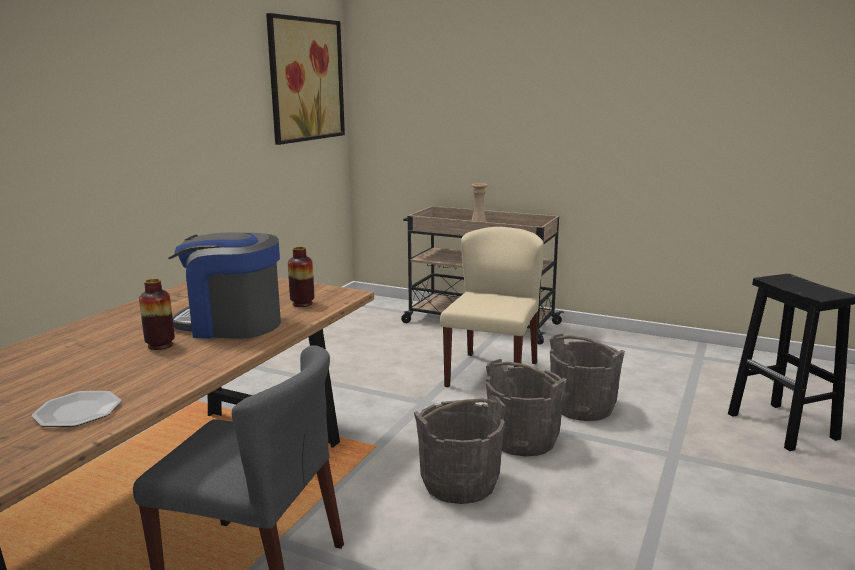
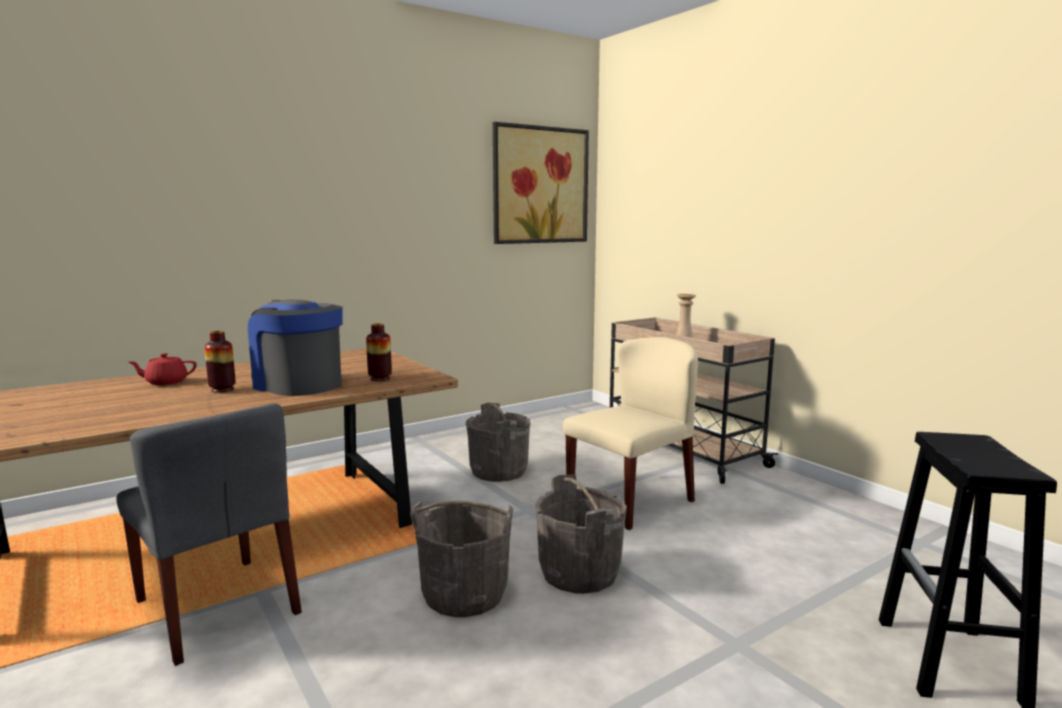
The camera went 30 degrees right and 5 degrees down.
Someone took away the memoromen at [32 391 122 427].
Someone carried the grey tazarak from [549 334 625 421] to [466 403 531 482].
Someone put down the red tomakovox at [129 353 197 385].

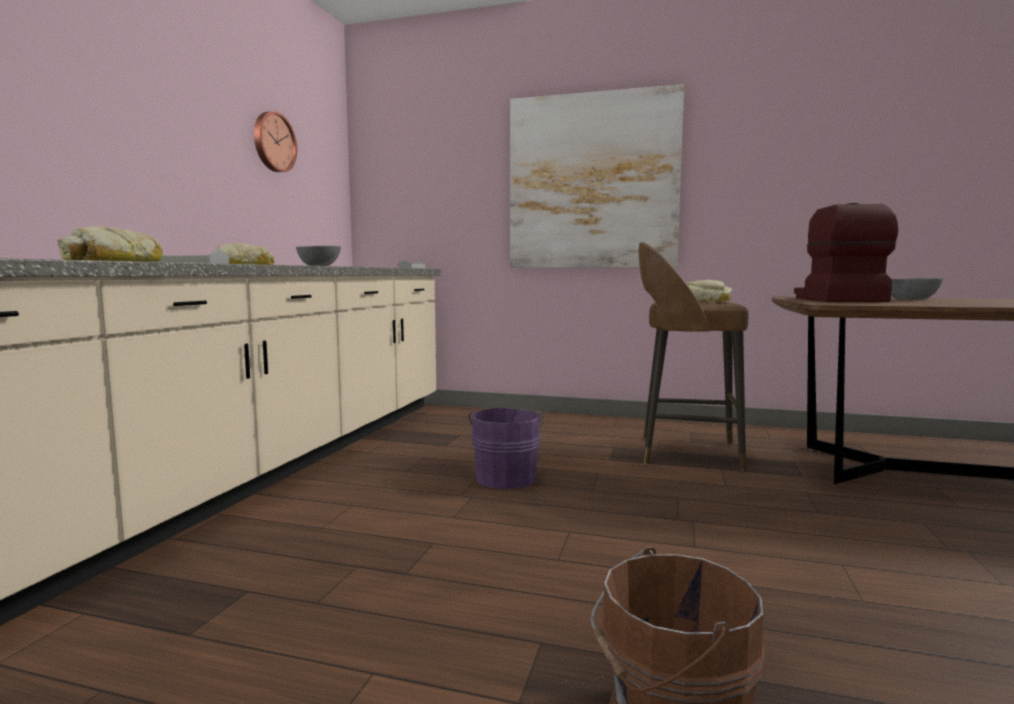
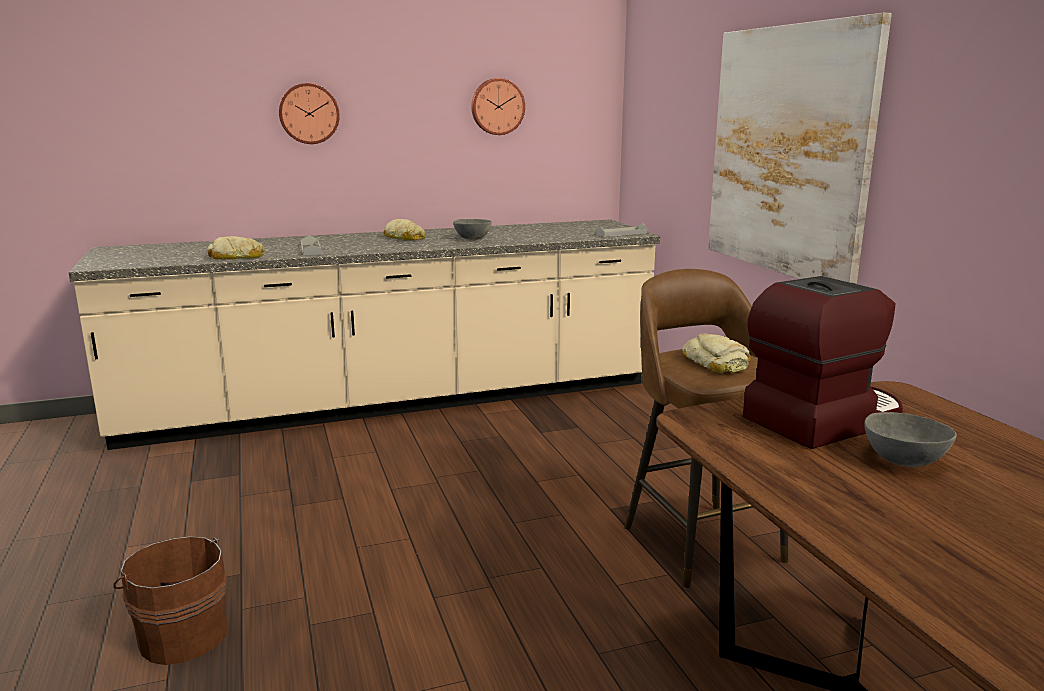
The camera went 55 degrees right and 10 degrees up.
Someone took away the purple tazarak at [469 408 544 489].
Someone put up the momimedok at [279 83 340 144].

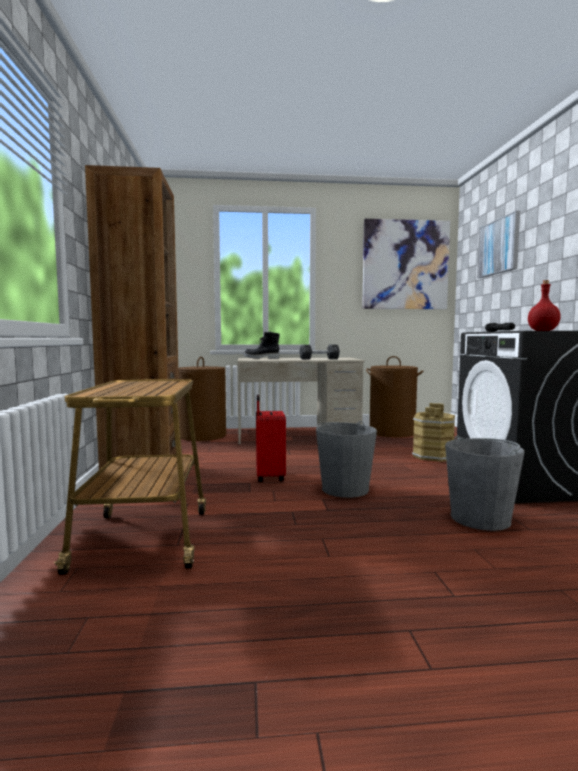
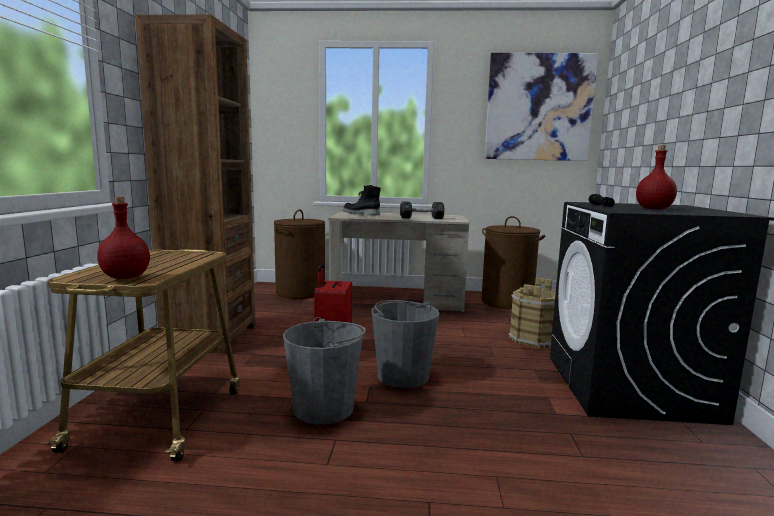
The camera went 10 degrees right and 5 degrees up.
Someone carried the grey tazarak from [445 435 524 531] to [283 317 366 425].
Someone took away the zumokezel at [477 211 520 278].
Someone put down the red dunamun at [97 197 150 279].

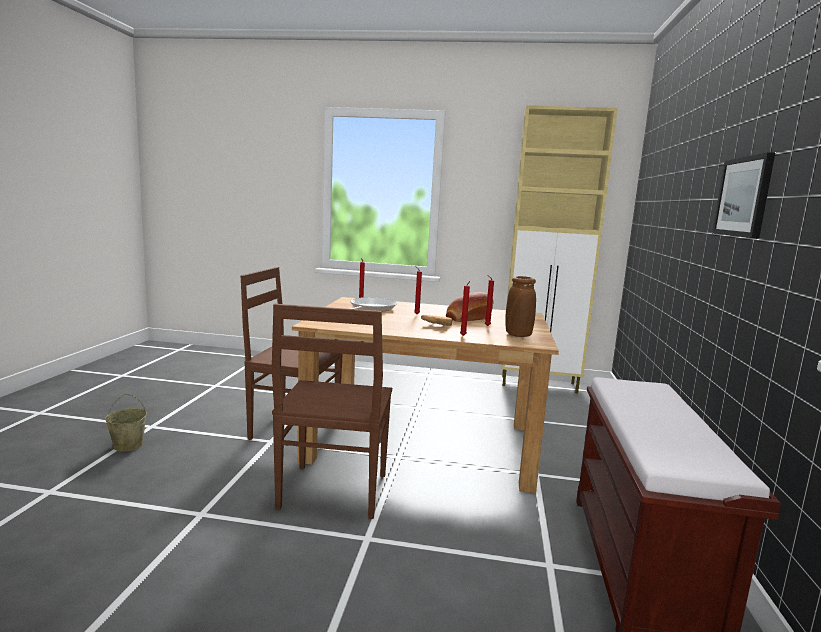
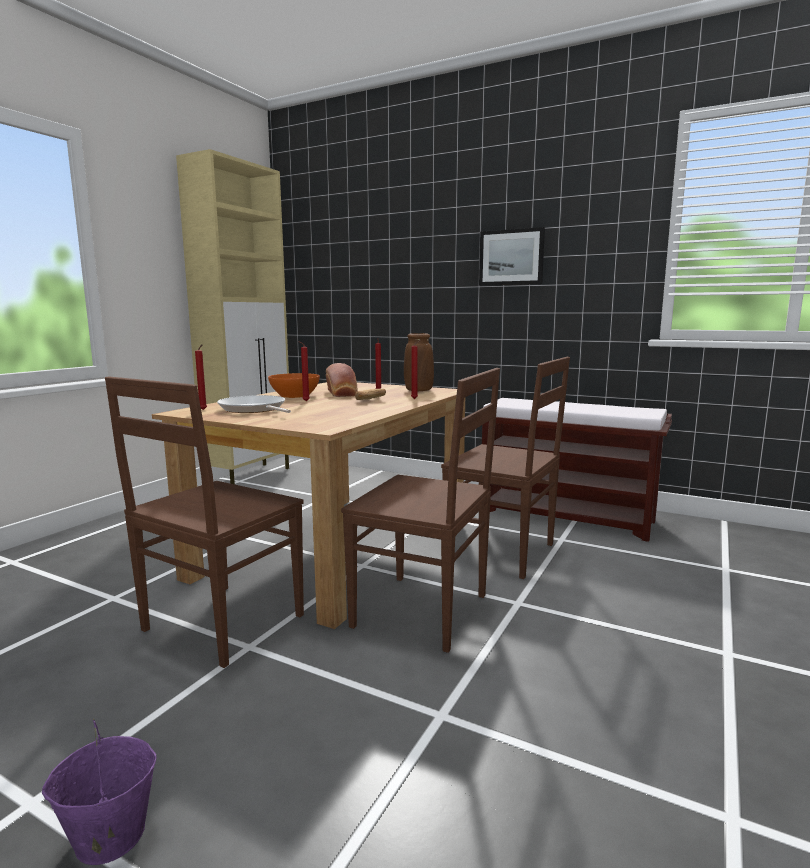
The camera went 70 degrees left and 0 degrees up.
Someone repainted the beige tazarak at [105 394 147 452], which became the purple tazarak at [42 719 157 865].
Someone put down the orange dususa at [268 373 320 398].
Someone put down the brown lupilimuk at [441 357 570 579].

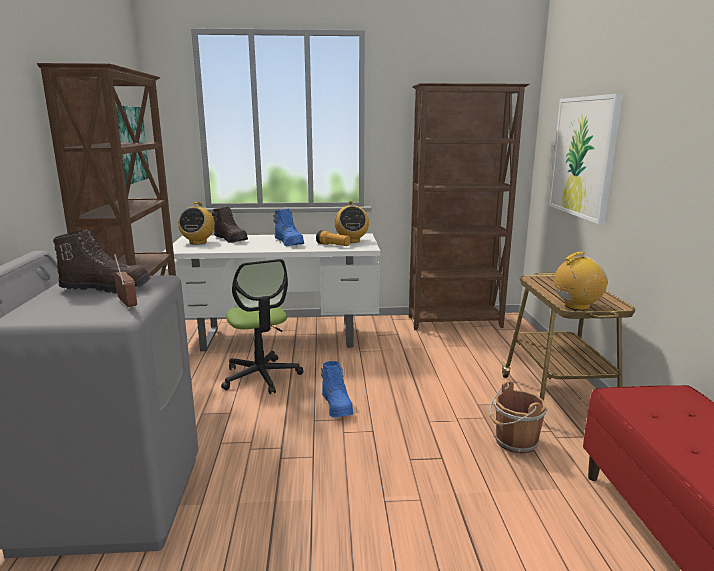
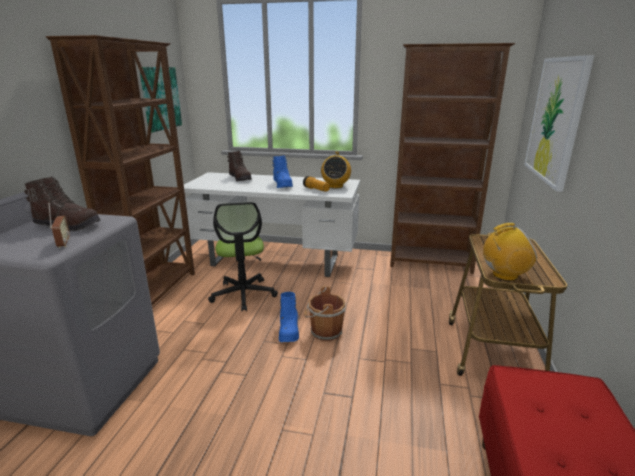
The camera went 15 degrees right and 5 degrees up.
Someone took away the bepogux at [178 202 215 245].
Someone carried the brown tazarak from [490 380 548 454] to [304 286 346 341].

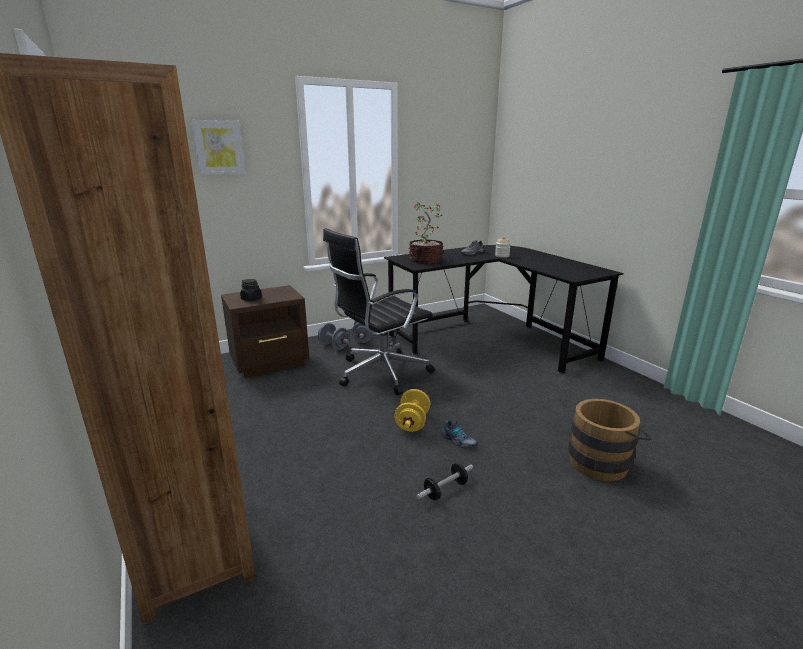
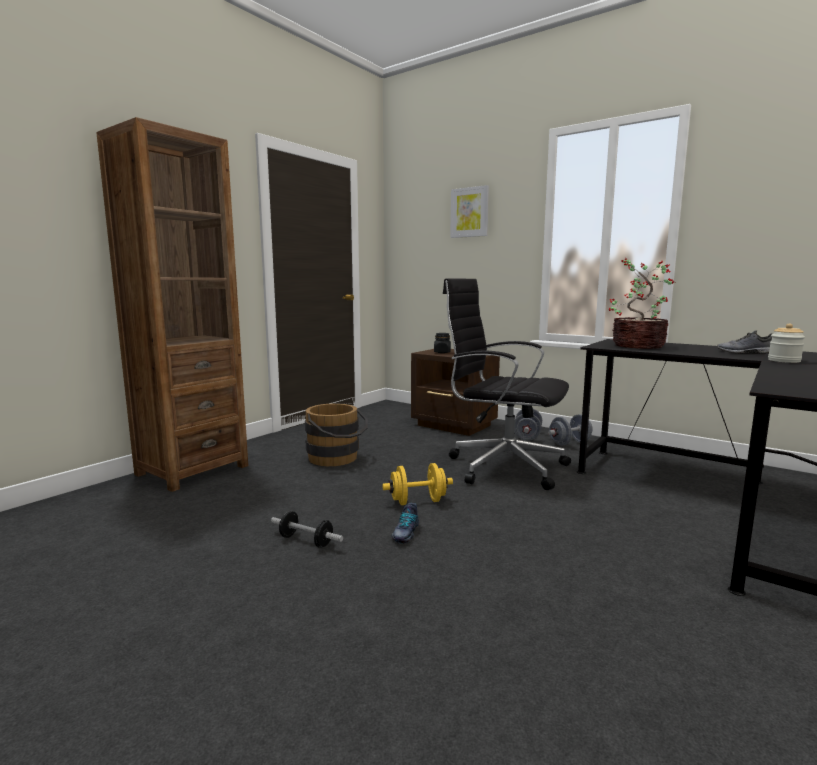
The camera went 65 degrees right and 10 degrees down.
Someone carried the brown tazarak from [568 399 651 481] to [305 403 368 466].

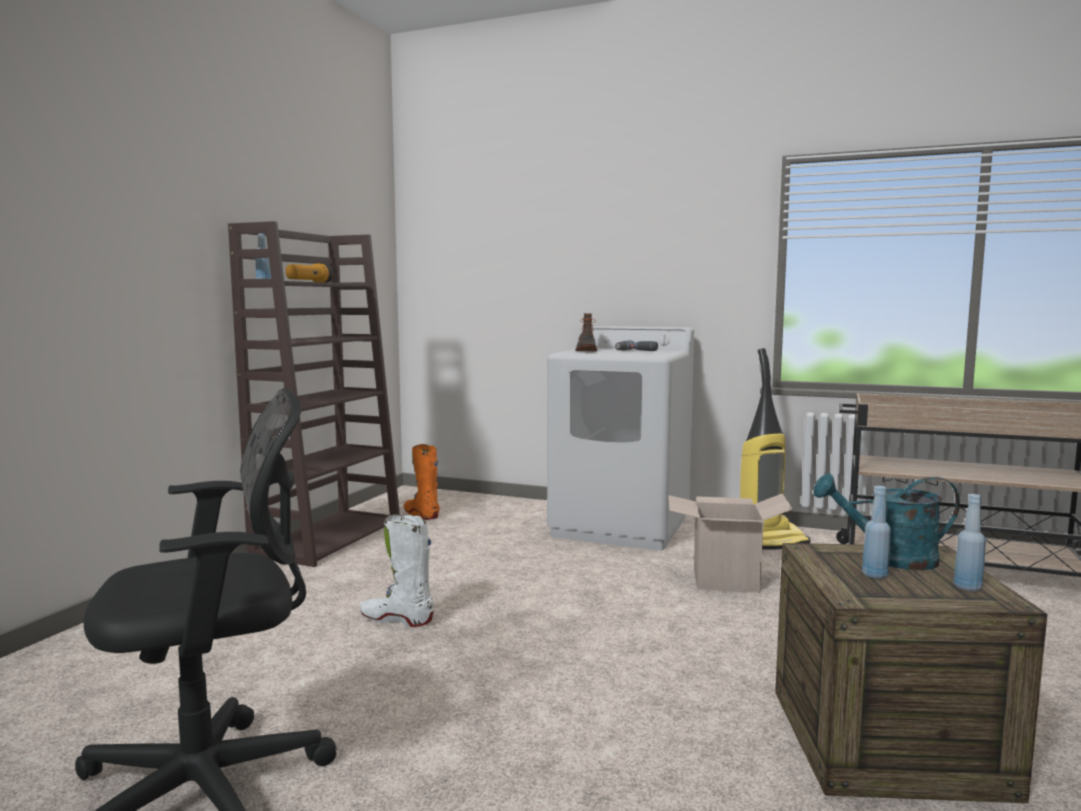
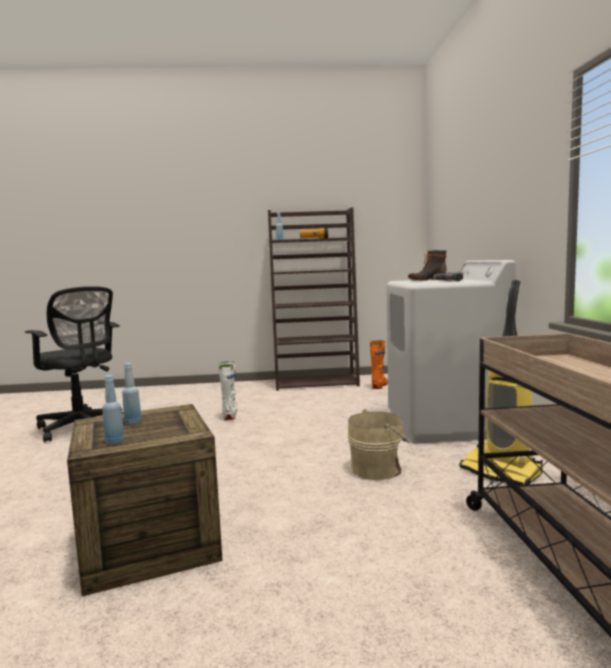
The camera went 65 degrees right and 0 degrees up.
Someone swapped the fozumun at [668 493 793 593] for the beige tazarak at [347 409 409 480].
Someone took away the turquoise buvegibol at [814 473 960 570].

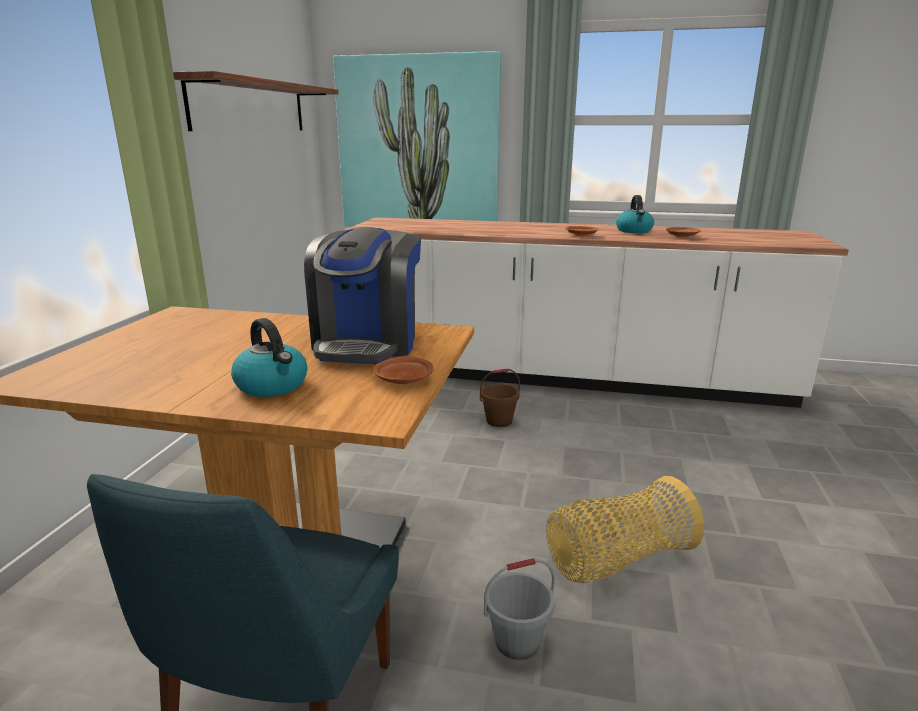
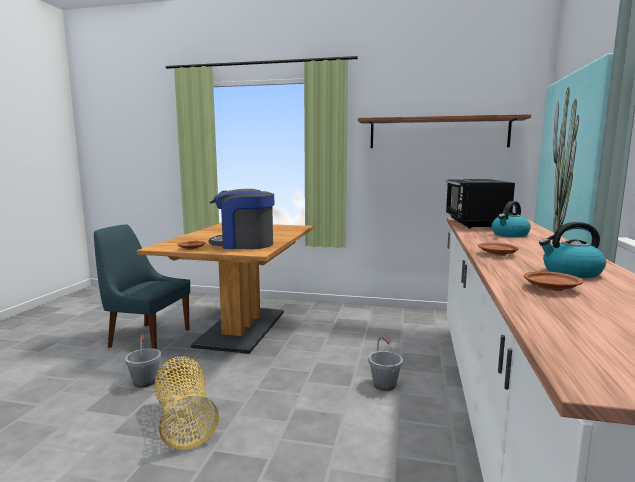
The camera went 90 degrees right and 10 degrees down.
Someone carried the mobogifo from [231 318 307 397] to [492 201 531 237].
Someone repainted the brown tazarak at [480 369 520 427], which became the grey tazarak at [368 336 403 391].
Someone put down the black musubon at [446 179 515 228].

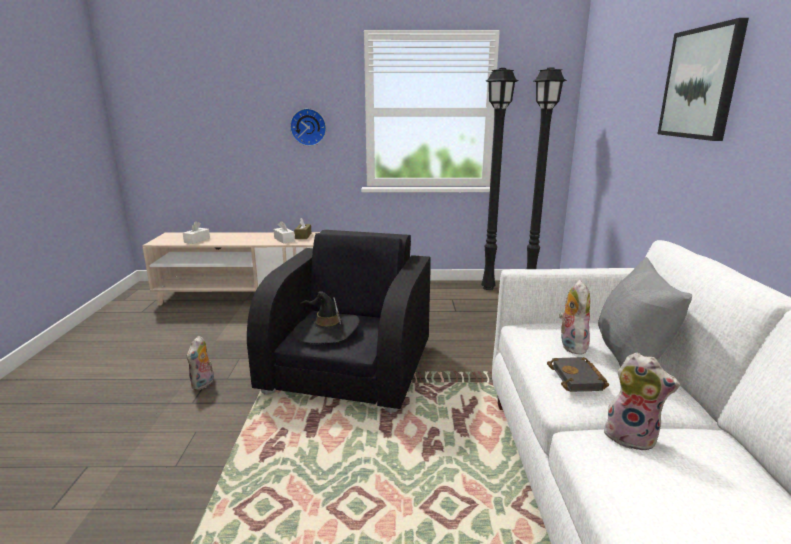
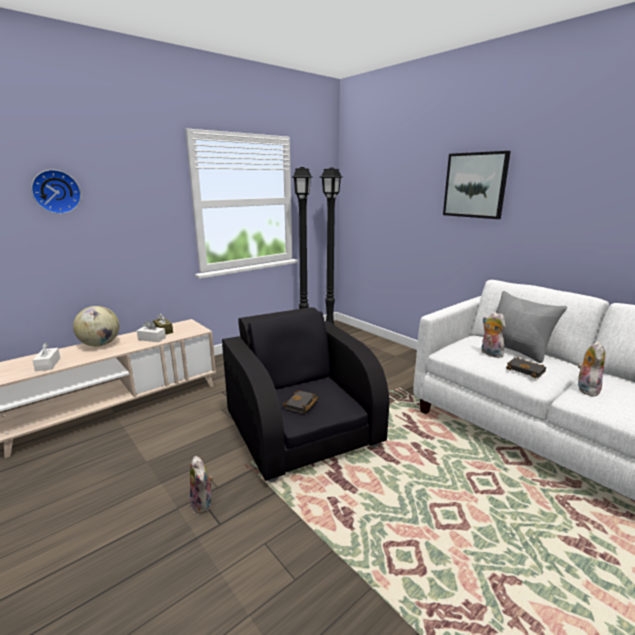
The camera went 40 degrees left and 0 degrees up.
Someone carried the momimedok from [290 108 326 146] to [31 170 81 214].
Someone swapped the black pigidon at [292 291 360 343] for the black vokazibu at [283 390 318 413].
Someone rotated the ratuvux at [602 353 680 450] by 60 degrees counterclockwise.
Someone put down the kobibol at [73 306 120 347].

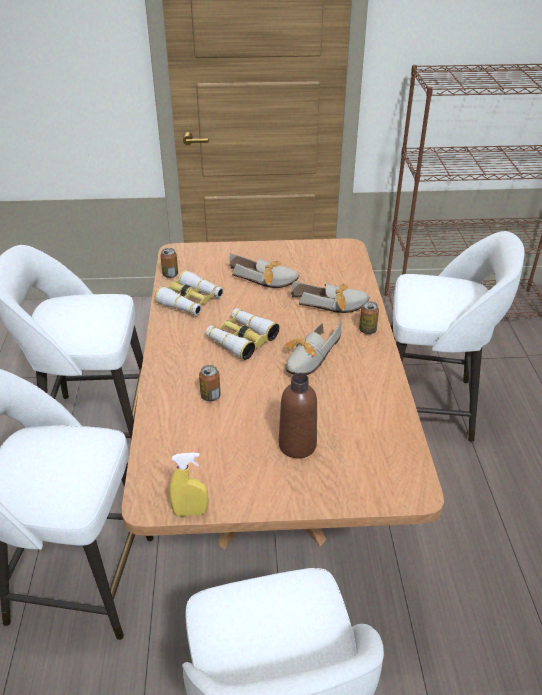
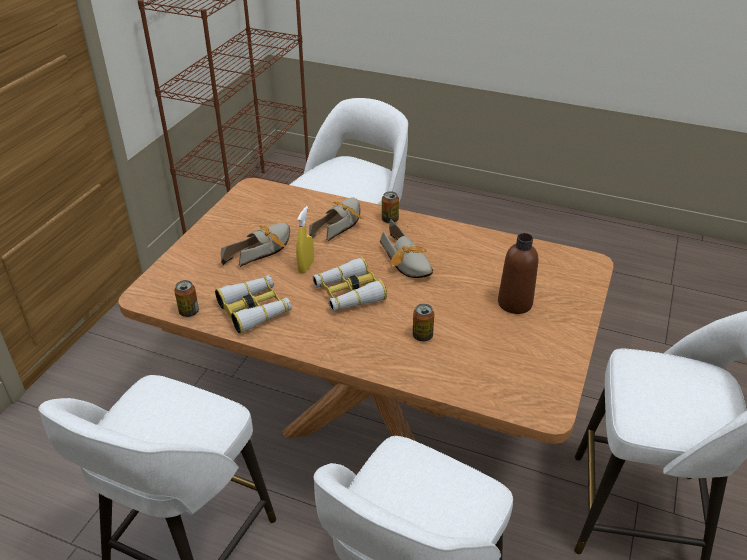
The camera went 65 degrees left and 0 degrees up.
Someone carried the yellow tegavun from [169 452 208 516] to [296 206 314 274].

